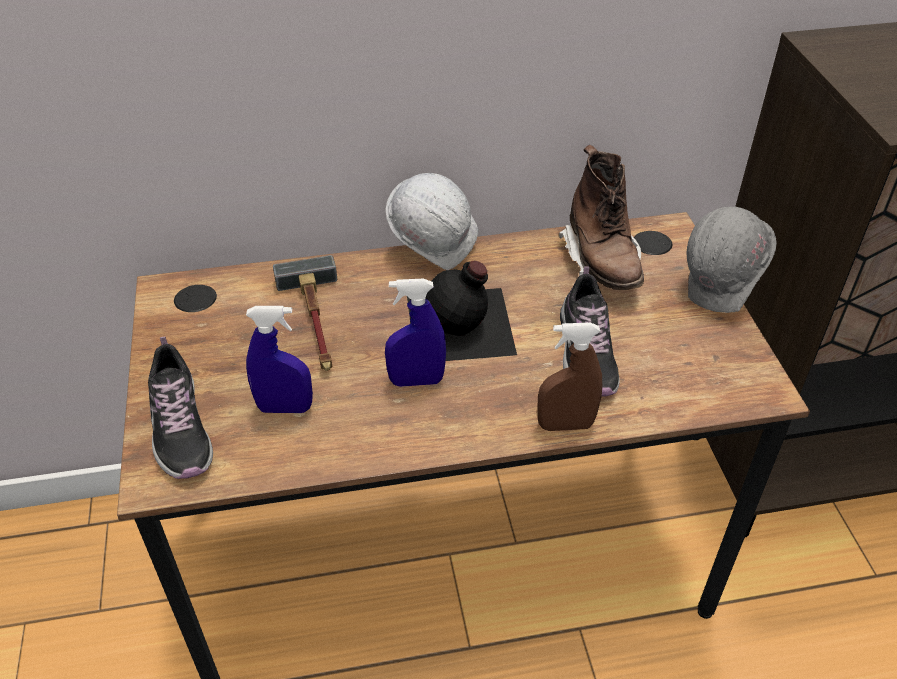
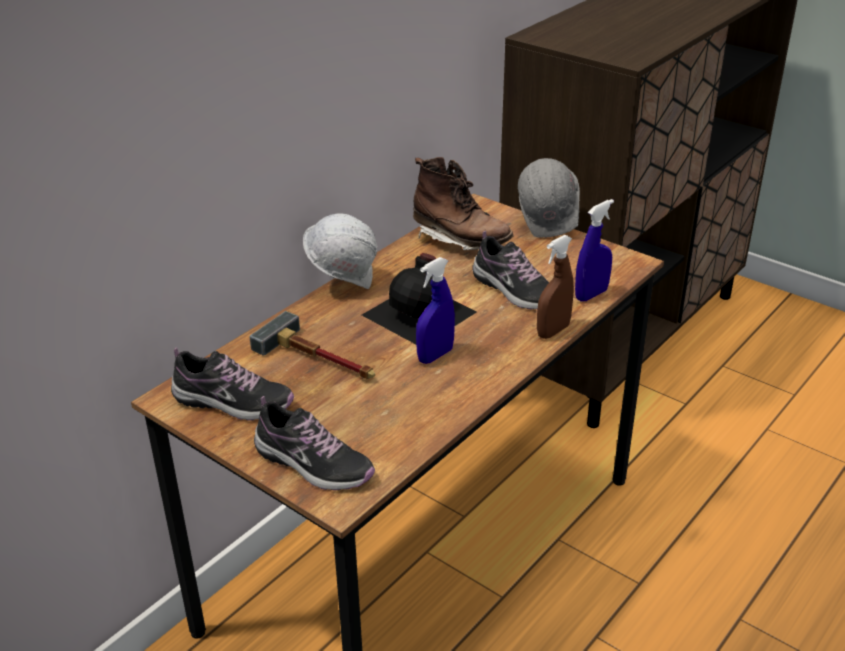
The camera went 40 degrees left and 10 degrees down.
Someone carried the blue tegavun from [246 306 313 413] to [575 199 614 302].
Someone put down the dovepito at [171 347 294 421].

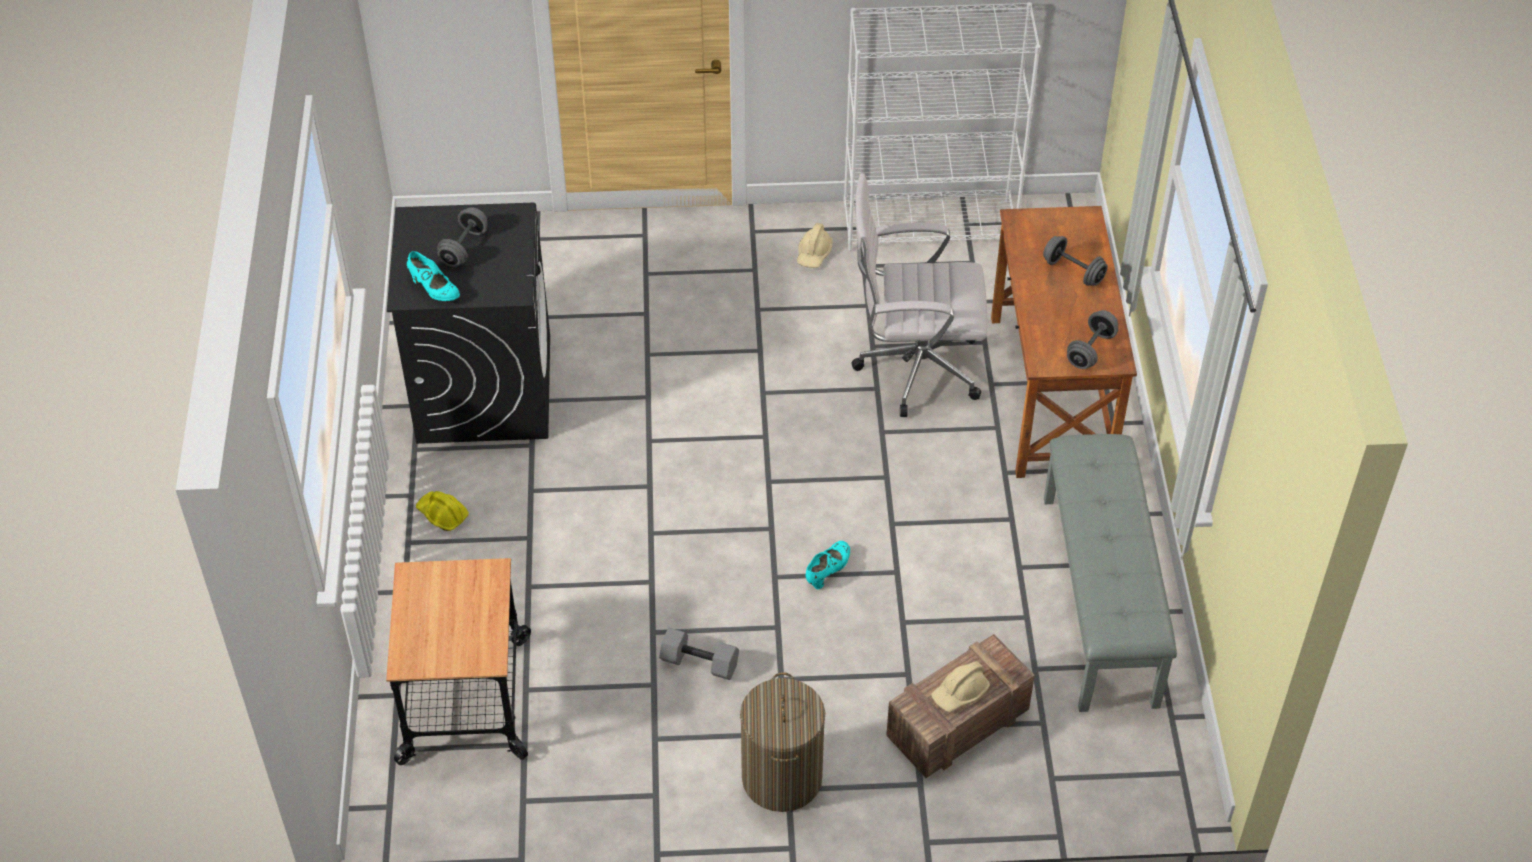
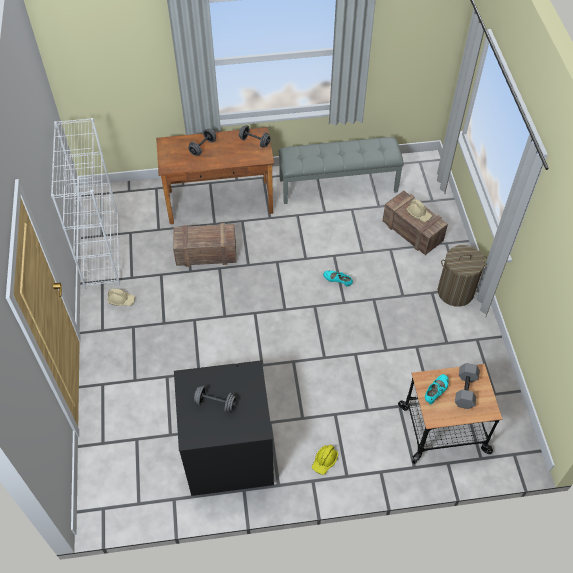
The camera went 95 degrees left and 5 degrees up.
Someone carried the turquoise dovepito from [407 251 460 301] to [425 374 449 404].
Someone carried the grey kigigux from [659 628 739 680] to [455 363 480 409].
Someone swapped the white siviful at [851 173 987 417] for the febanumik at [173 223 237 267].

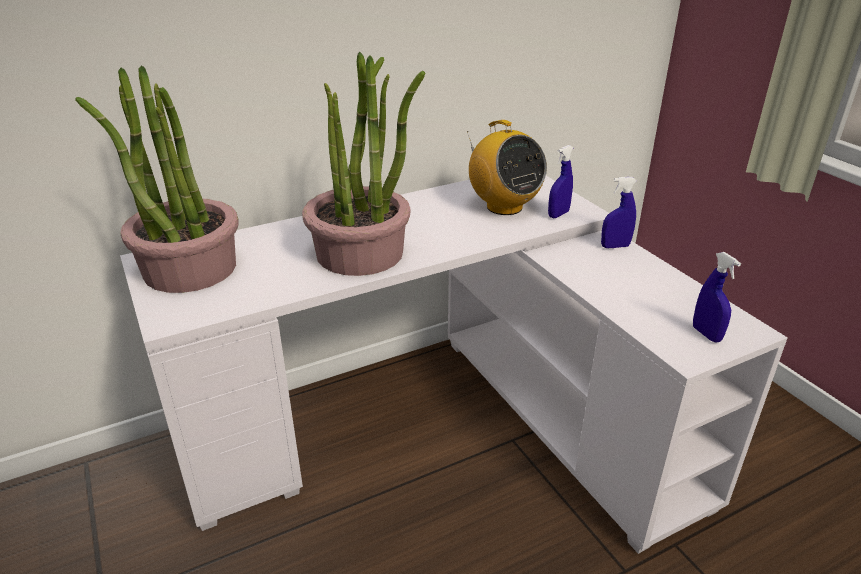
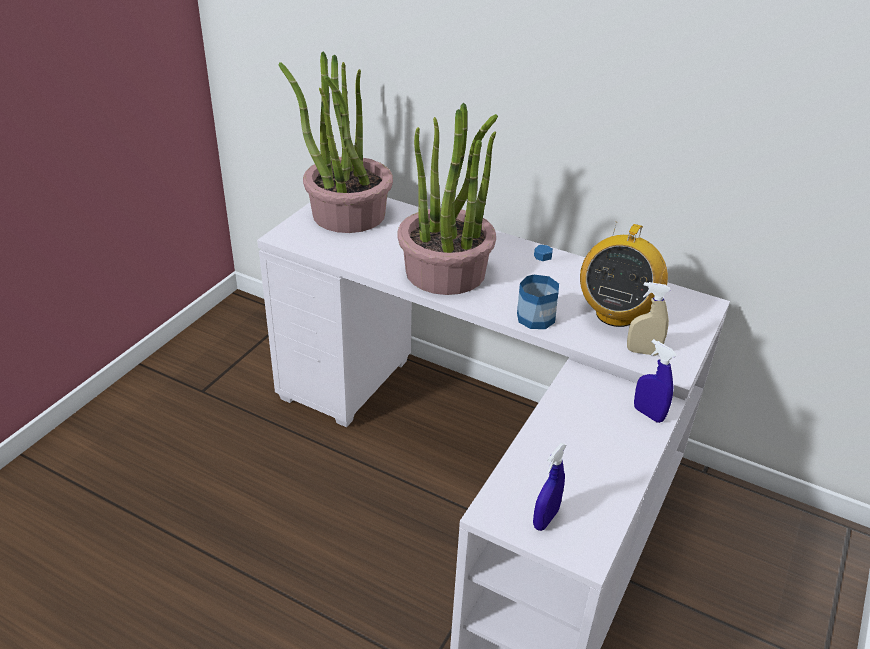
The camera went 55 degrees right and 5 degrees up.
Someone repainted the blue tegavun at [548 145 573 218], which became the beige tegavun at [627 282 670 356].
Someone put down the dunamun at [517 245 559 329].

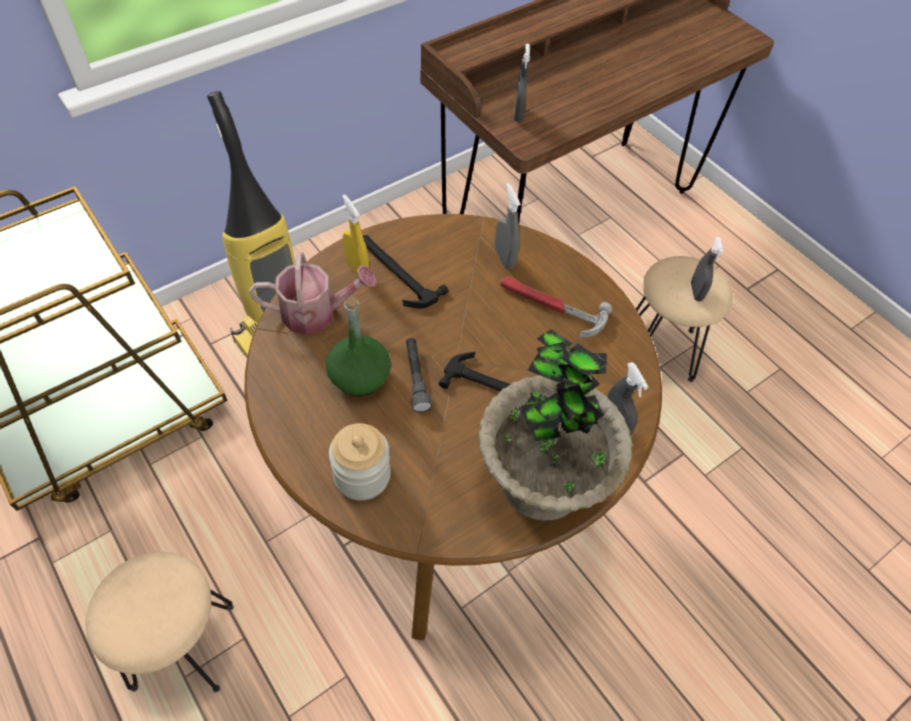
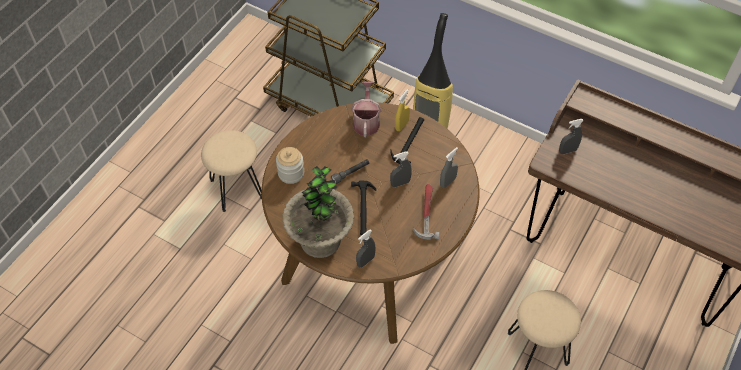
The camera went 70 degrees right and 0 degrees up.
Someone rotated the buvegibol at [249 252 377 335] by 150 degrees counterclockwise.
Someone took away the green dunamun at [326 296 391 397].
Someone carried the grey tegavun from [691 237 723 302] to [390 152 412 187].

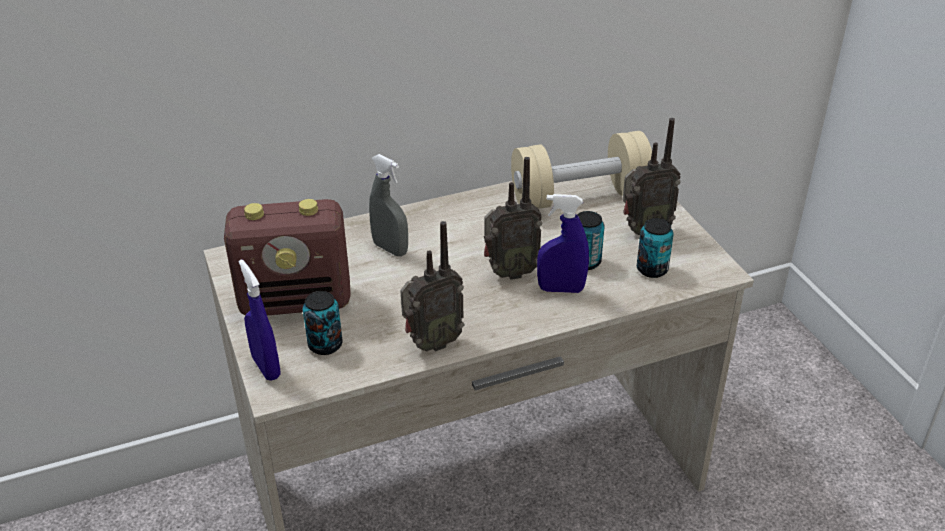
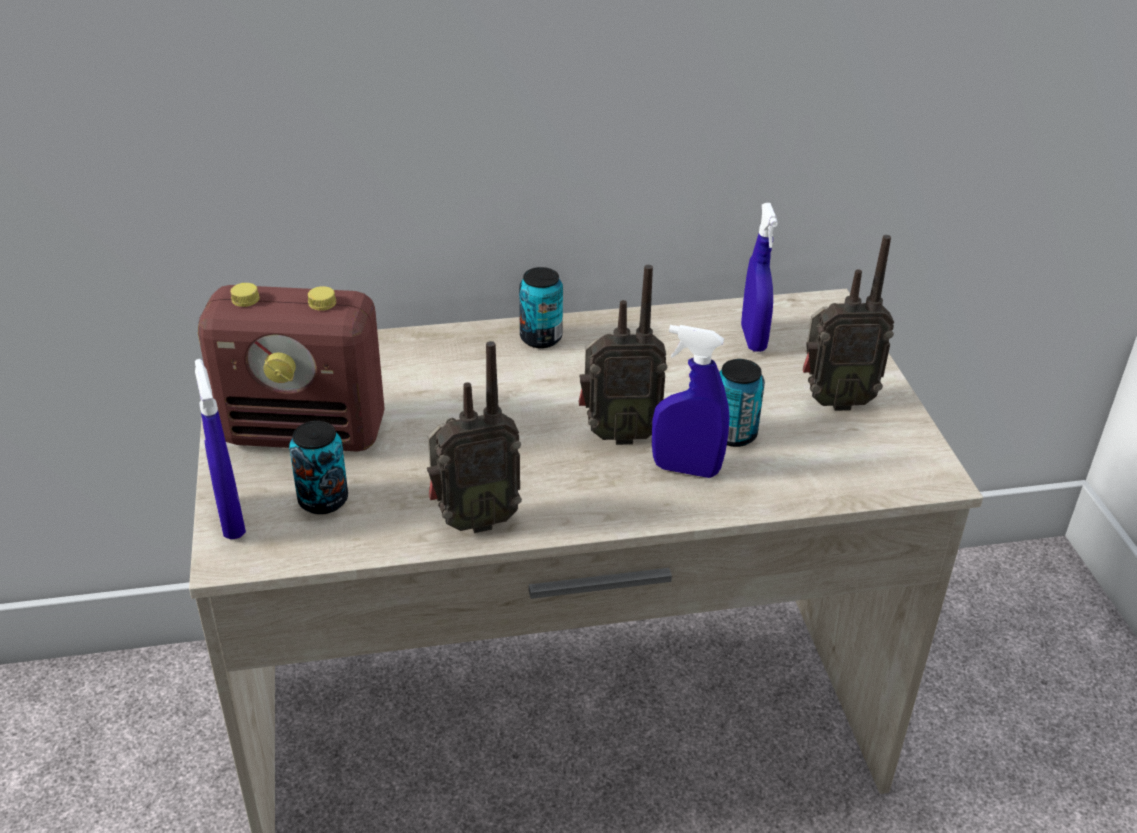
The camera went 10 degrees right and 0 degrees up.
Someone took away the grey tegavun at [369 154 408 256].
Someone swapped the beige kigigux at [511 131 652 209] for the blue tegavun at [741 203 778 352].
Someone carried the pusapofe from [637 218 673 278] to [519 267 563 348].

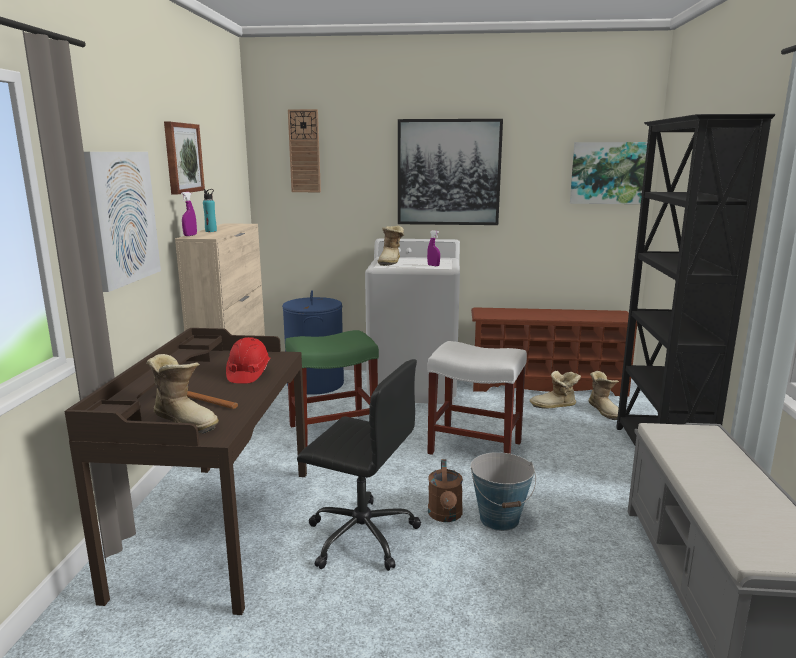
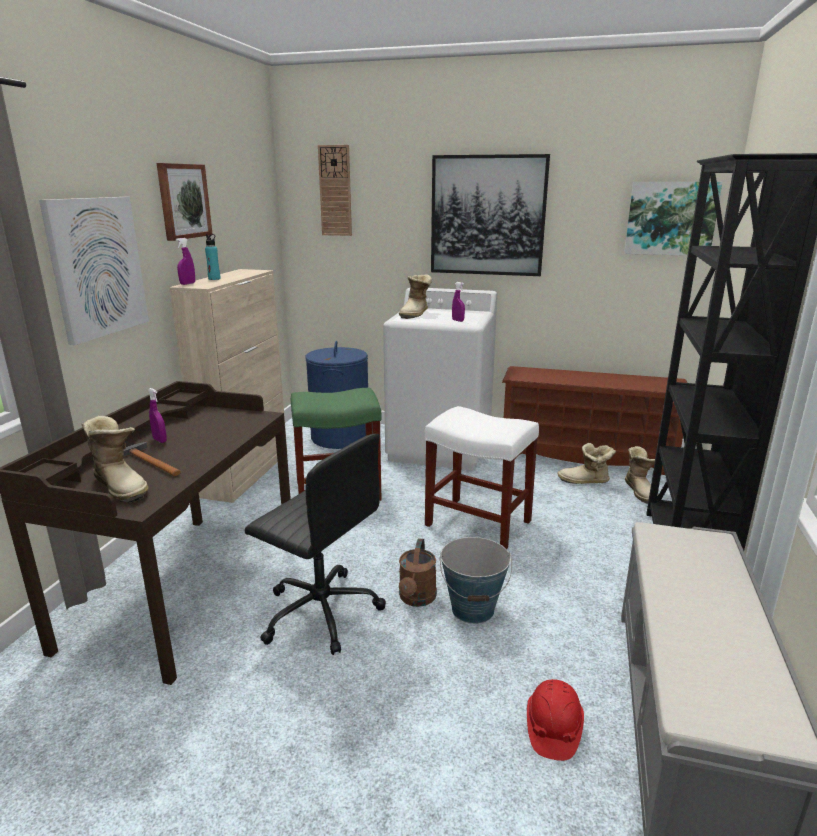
The camera went 10 degrees right and 5 degrees up.
Someone carried the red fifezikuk from [226 337 271 384] to [527 679 584 761].
Someone put down the purple tegavun at [148 388 167 443].

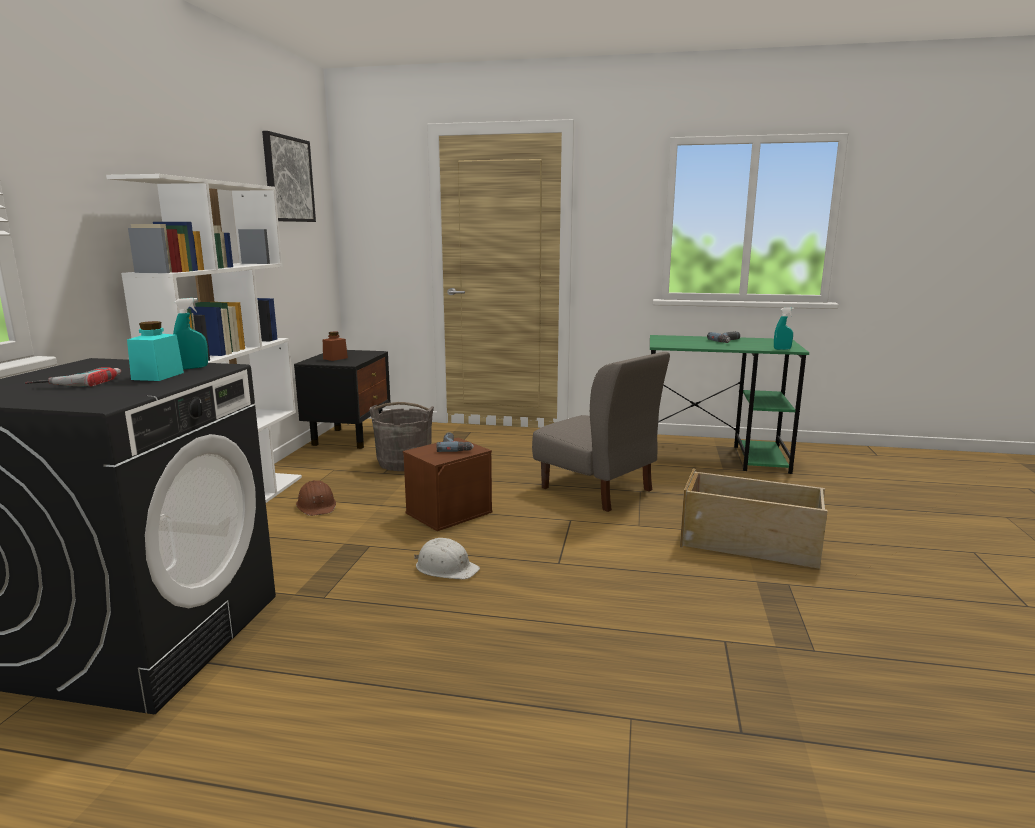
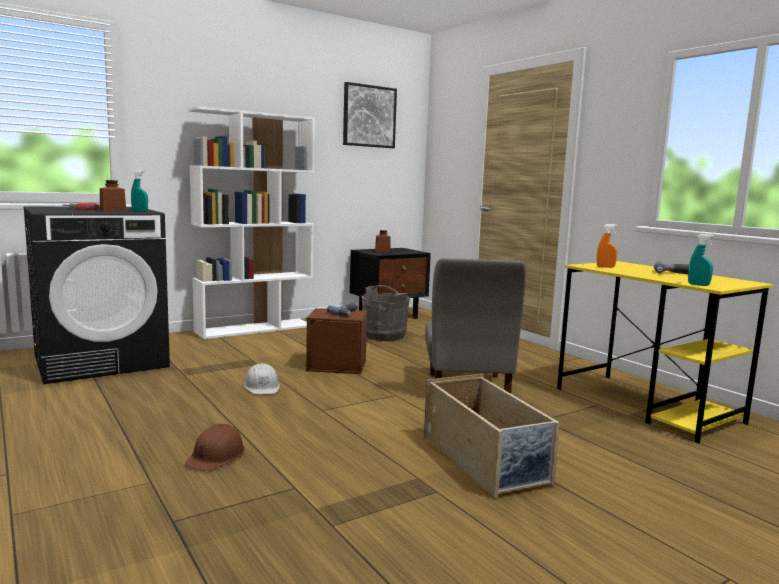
The camera went 45 degrees right and 5 degrees down.
Someone repainted the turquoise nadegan at [127 321 184 381], which became the brown nadegan at [100 180 127 212].
Someone carried the brown fifezikuk from [296 480 336 516] to [185 424 245 471].
Someone repainted the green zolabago at [650 335 809 474], which became the yellow zolabago at [557 261 773 443].
Someone put down the orange tegavun at [597 224 618 268].

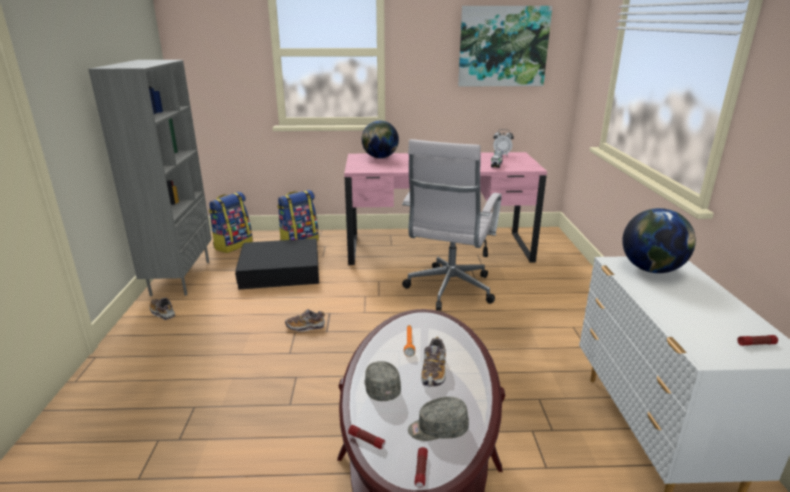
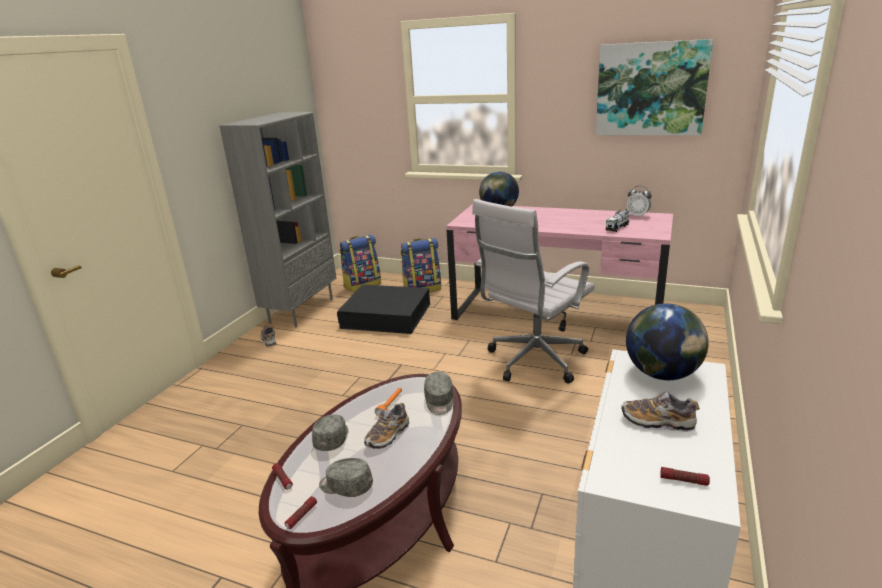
The camera went 25 degrees right and 0 degrees up.
Someone carried the dovepito from [285 309 325 332] to [621 391 700 432].
Someone put down the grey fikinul at [424 372 453 415].

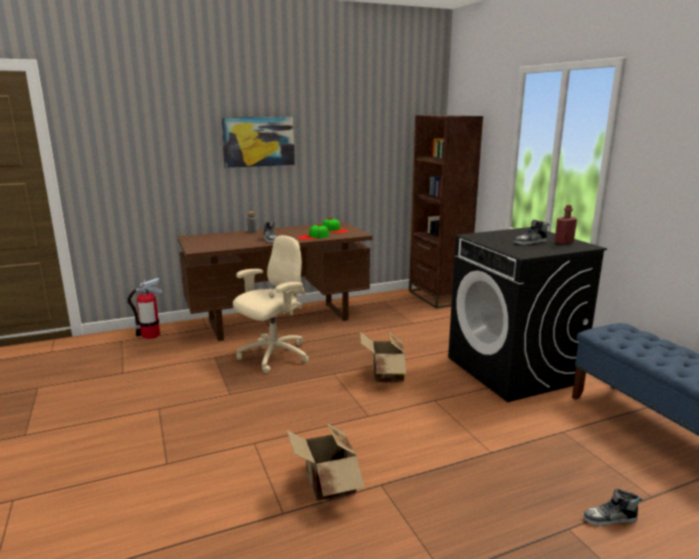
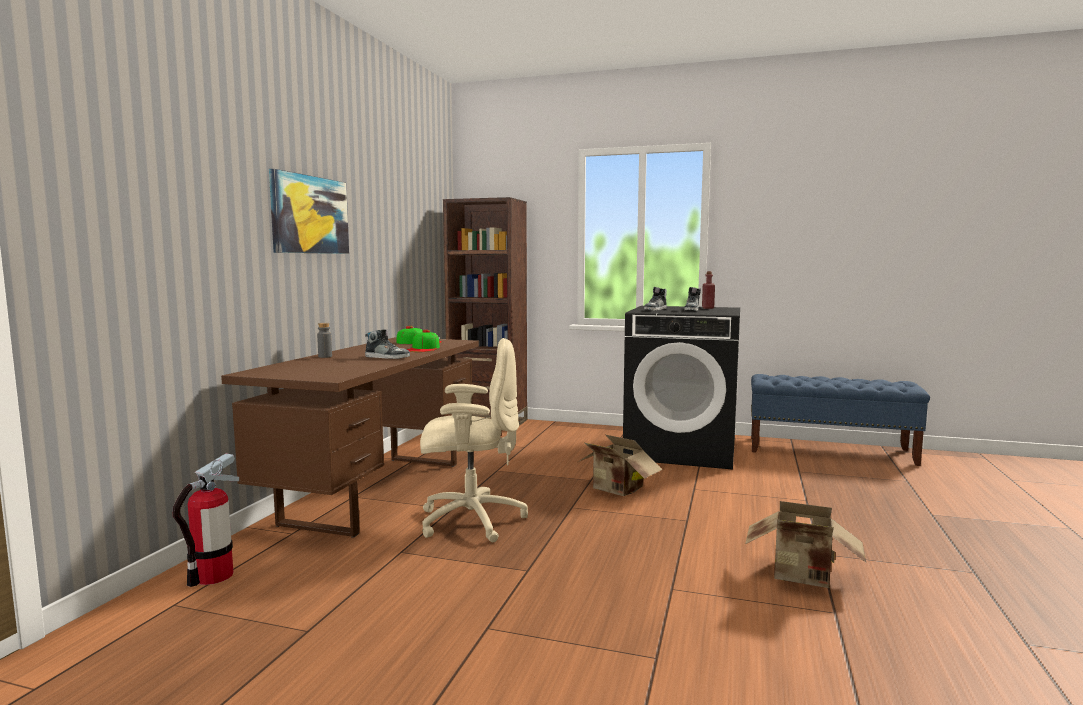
The camera went 50 degrees left and 10 degrees down.
Someone rotated the beige siviful at [233 235 309 373] by 90 degrees clockwise.
Someone carried the dovepito from [583 489 642 526] to [644 287 667 311].

